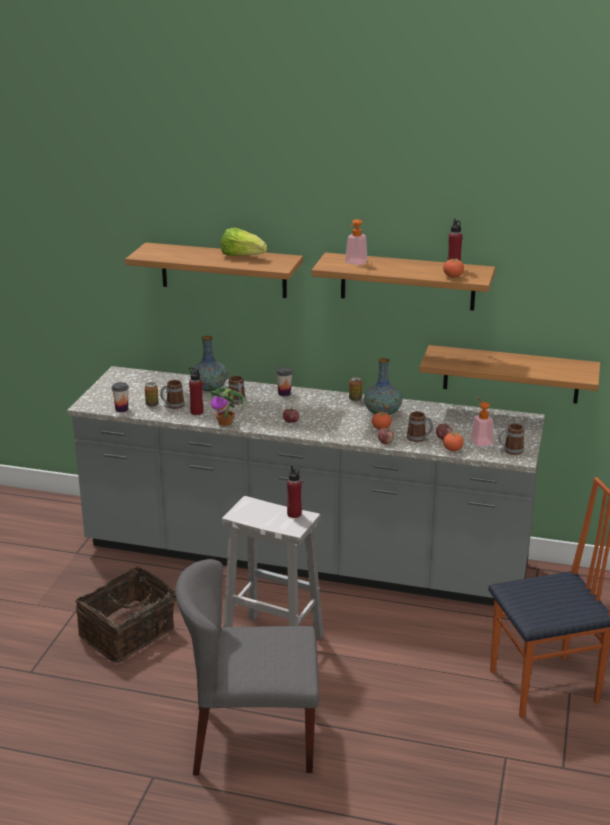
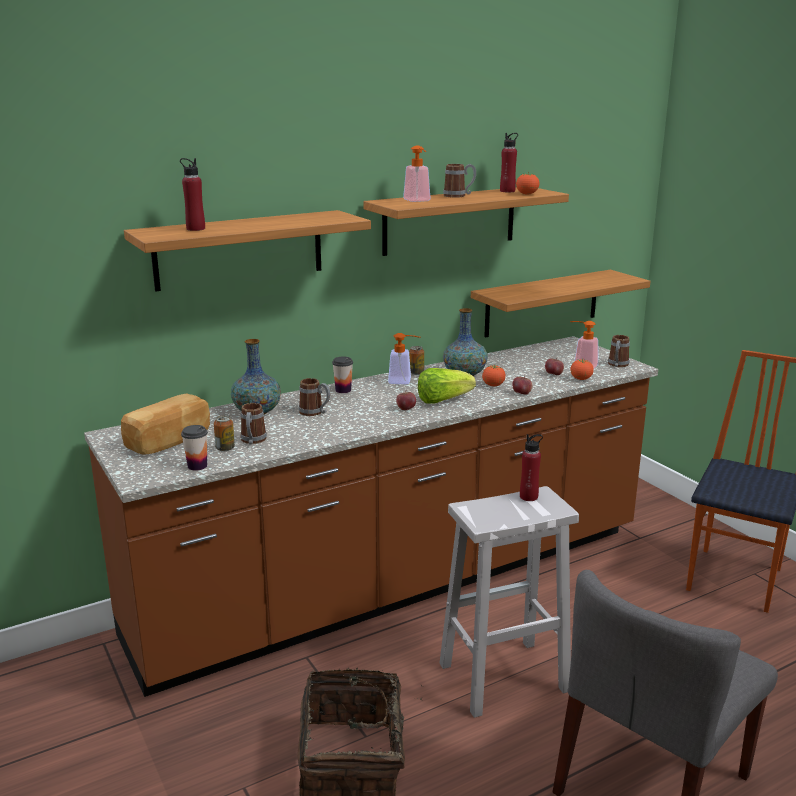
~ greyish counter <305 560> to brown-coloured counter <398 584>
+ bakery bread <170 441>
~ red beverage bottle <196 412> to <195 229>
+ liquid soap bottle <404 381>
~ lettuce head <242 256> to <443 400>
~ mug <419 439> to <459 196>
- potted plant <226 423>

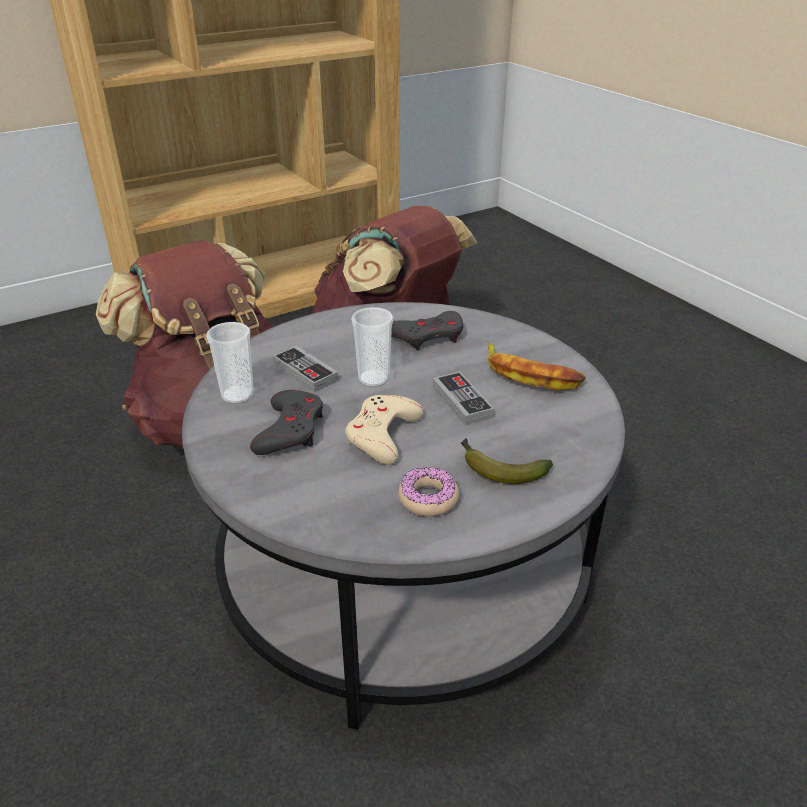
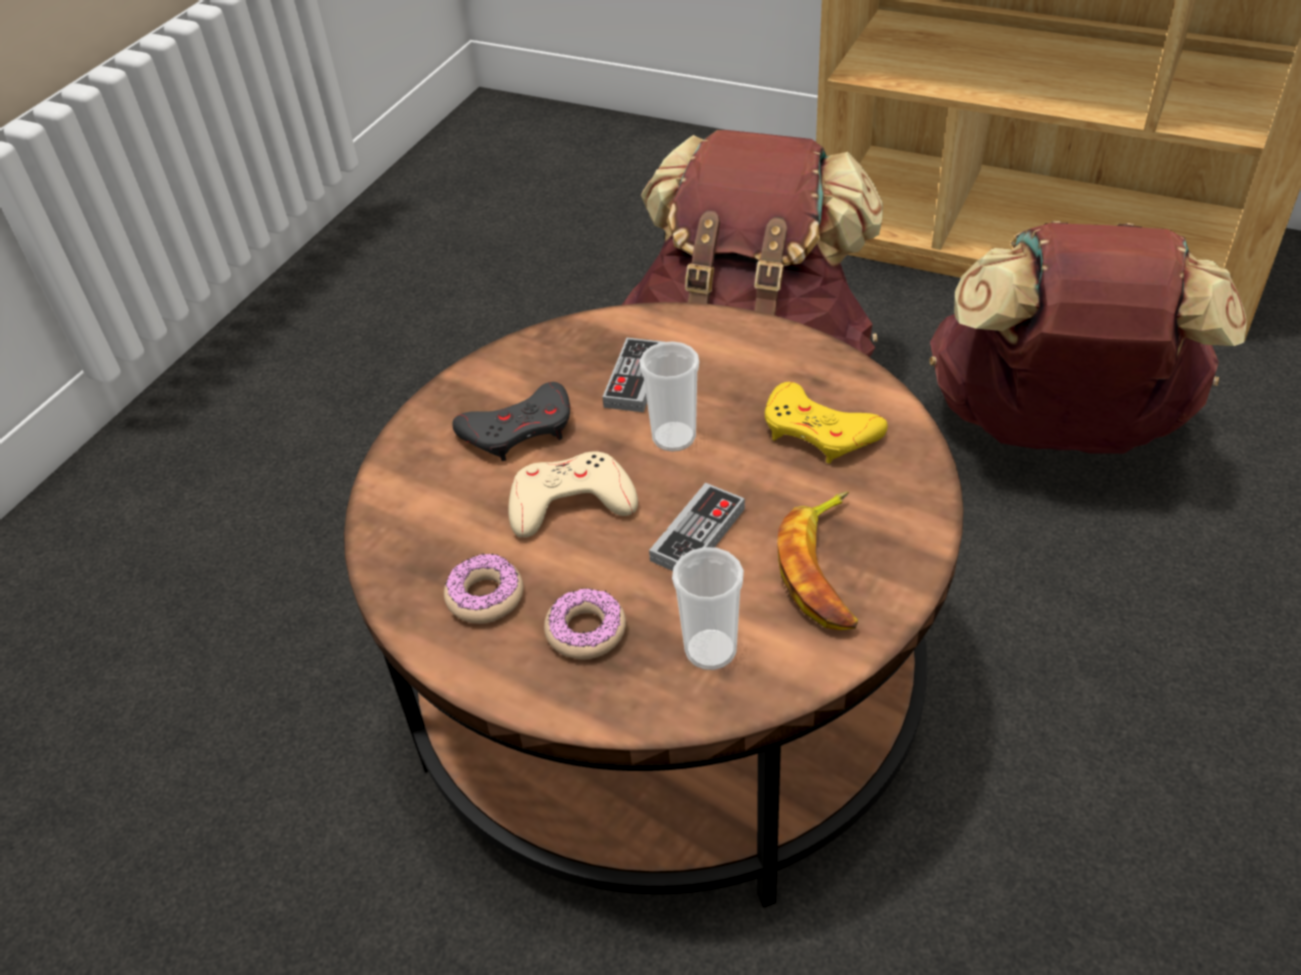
~ greyish low table <403 568> to brown-coloured low table <667 685>
~ banana fruit <498 469> to donut <586 631>
~ cup <237 395> to <710 650>
~ greyish game controller <428 336> to yellow game controller <819 431>

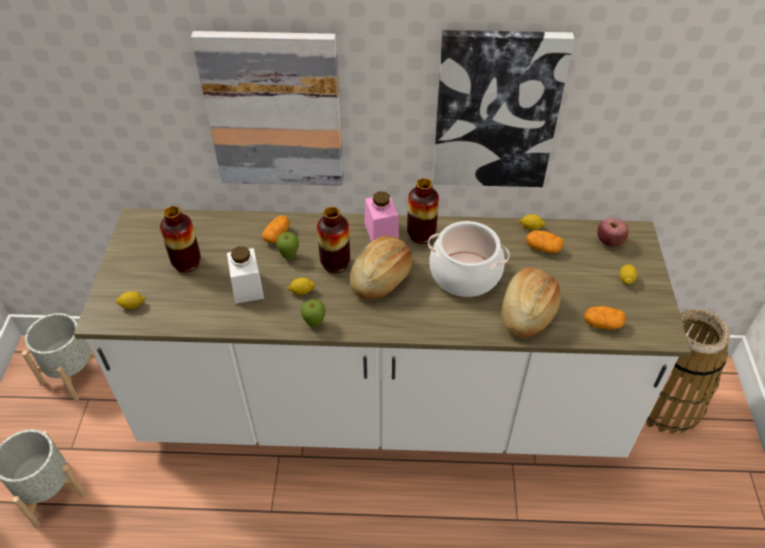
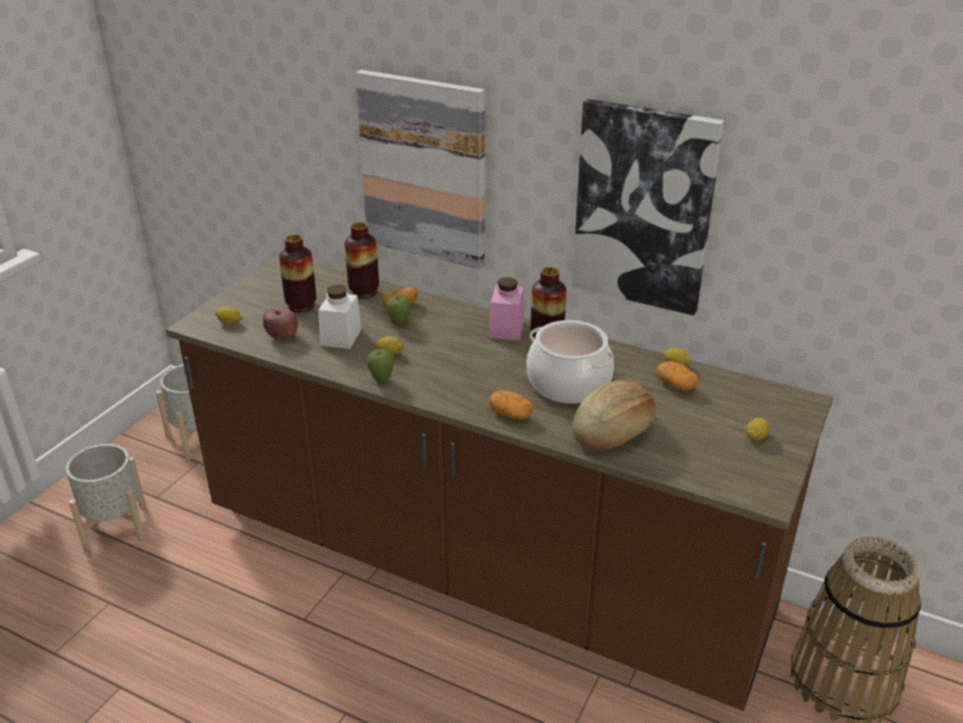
~ whitish counter <382 407> to brown-coloured counter <481 566>
~ whole apple <609 242> to <282 336>
~ decorative vase <335 264> to <364 292>
~ spud <602 324> to <510 414>
- bakery bread <381 277>

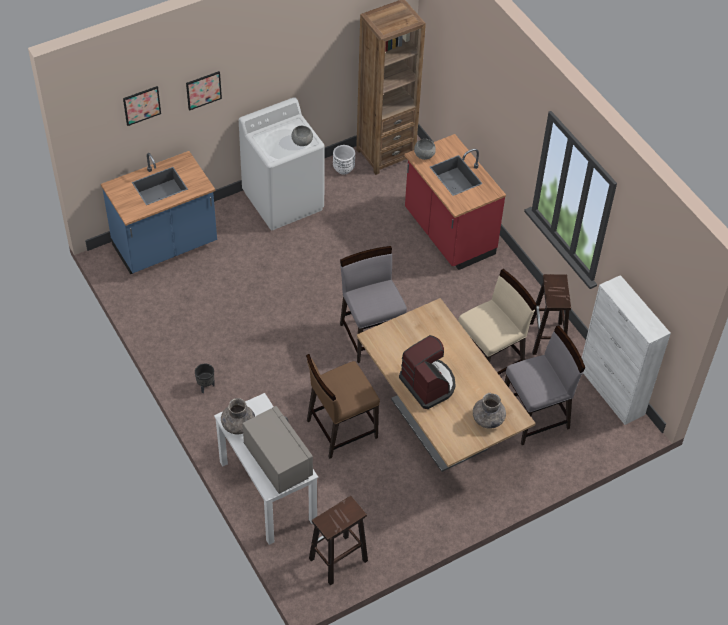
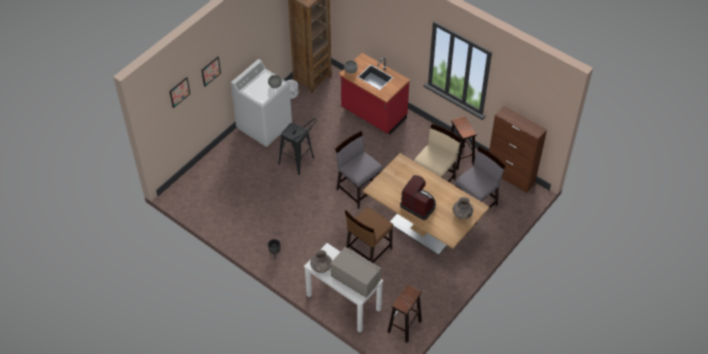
+ black-coloured stool seat <299 162>
~ whitish storage cabinet <611 391> to brown-coloured storage cabinet <510 176>
- blue-coloured counter <165 246>

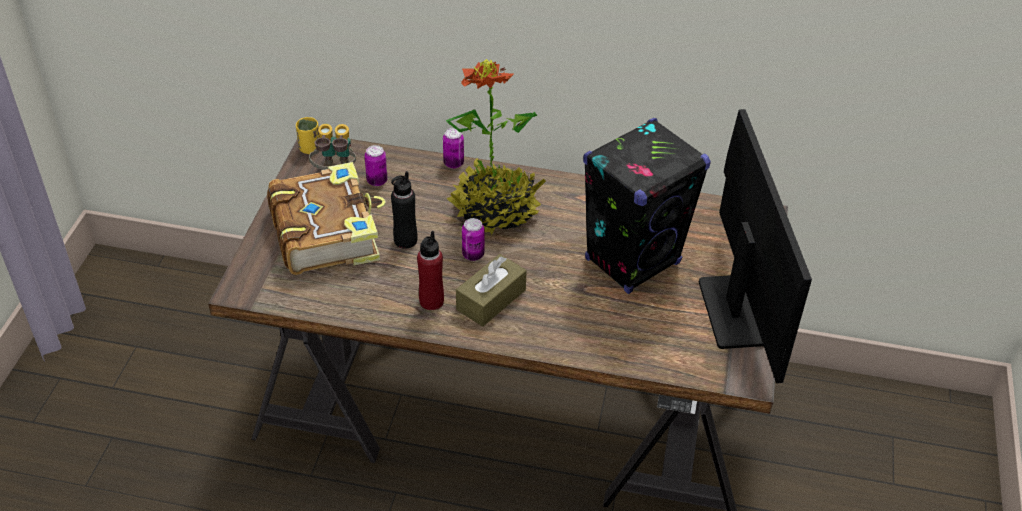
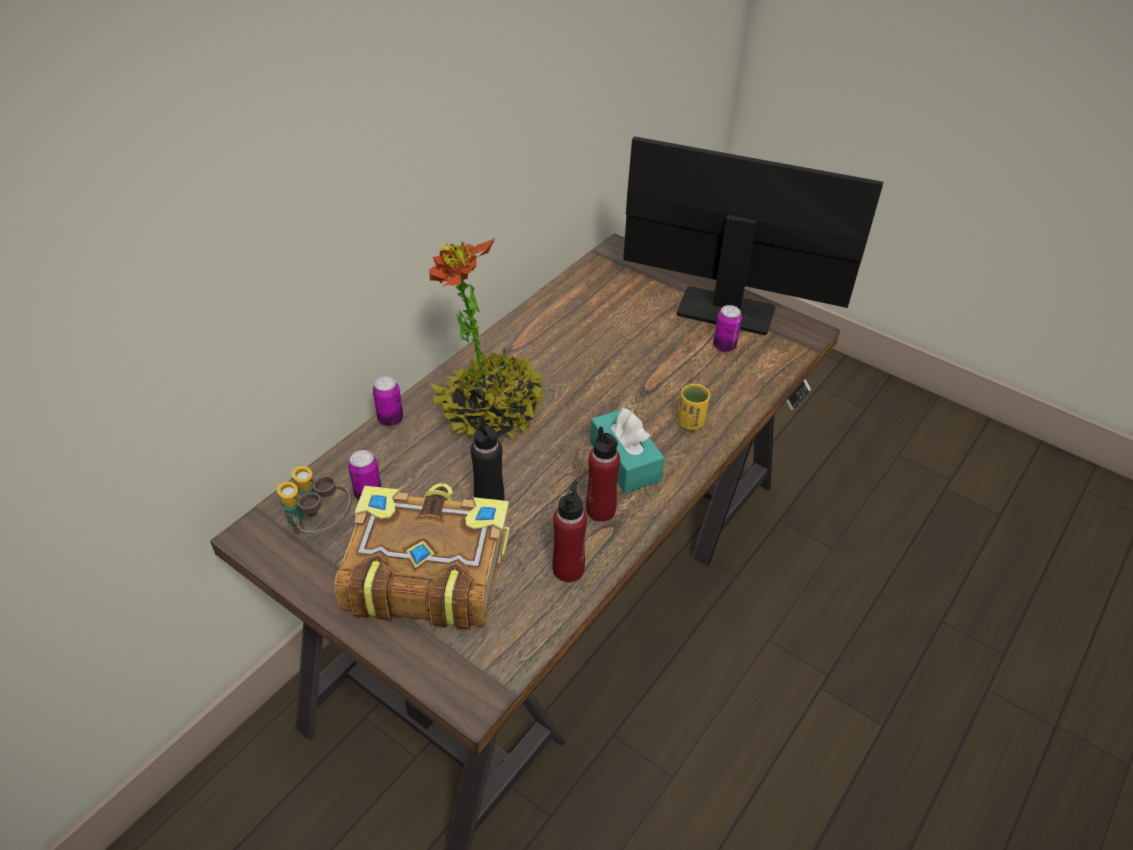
+ red beverage bottle <568 569>
~ brown-coloured box of tissues <491 299> to blue-green box of tissues <625 461>
~ yellow cup <310 149> to <690 422>
~ can <473 255> to <724 346>
- black-coloured audio speaker <633 261>

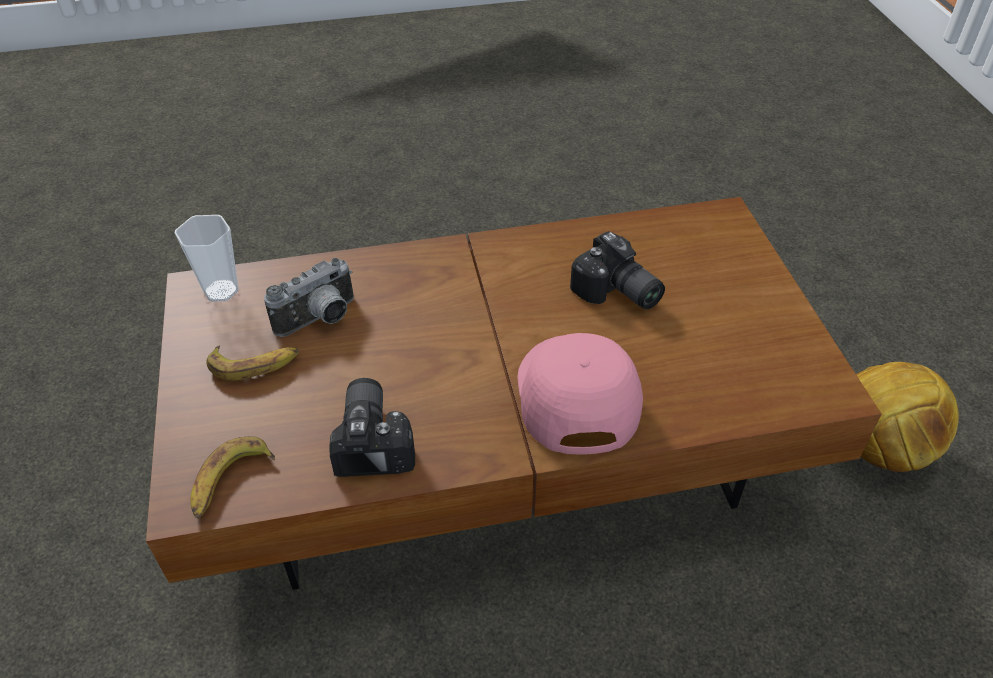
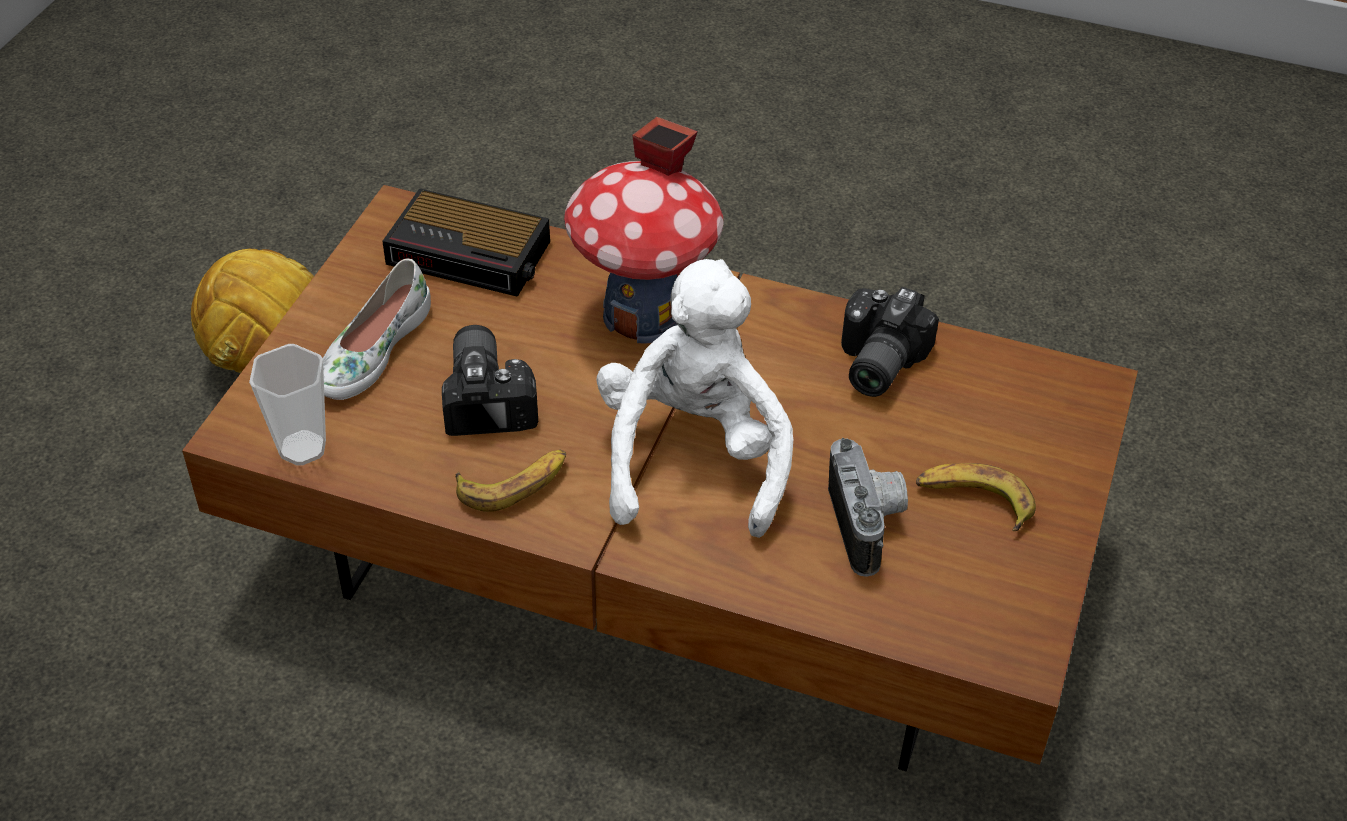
~ cup <221 291> to <302 448>
+ whitish shoe <372 350>
+ alarm clock <472 253>
~ banana fruit <230 482> to <514 484>
~ pink baseball cap <575 395> to toy house <643 315>
+ whitish soft toy <693 457>
~ photo camera <320 320> = <868 525> 90 degrees clockwise

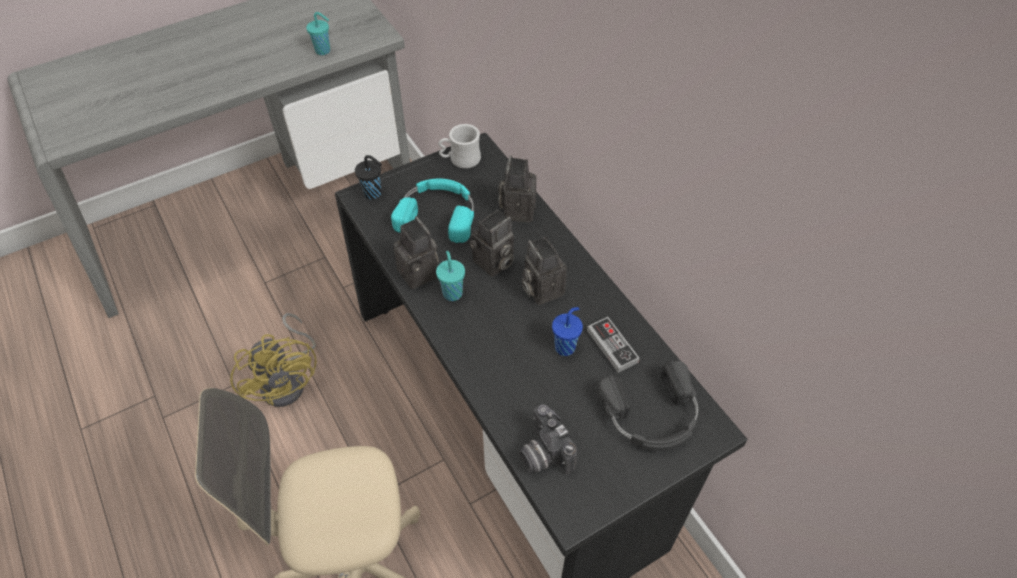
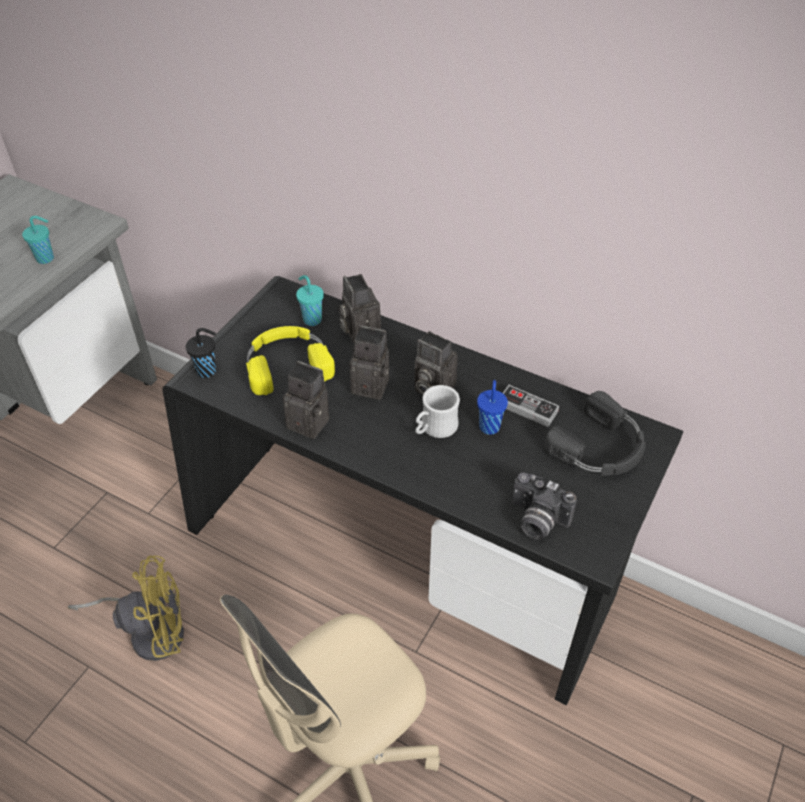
~ yellow cooling fan <289 380> = <150 631> 45 degrees counterclockwise
~ blue-green pair of headphones <438 213> to yellow pair of headphones <287 363>
~ blue-green cup <452 292> to <311 319>
~ photo camera <493 263> = <373 385> 90 degrees counterclockwise
~ whitish mug <460 159> to <434 428>

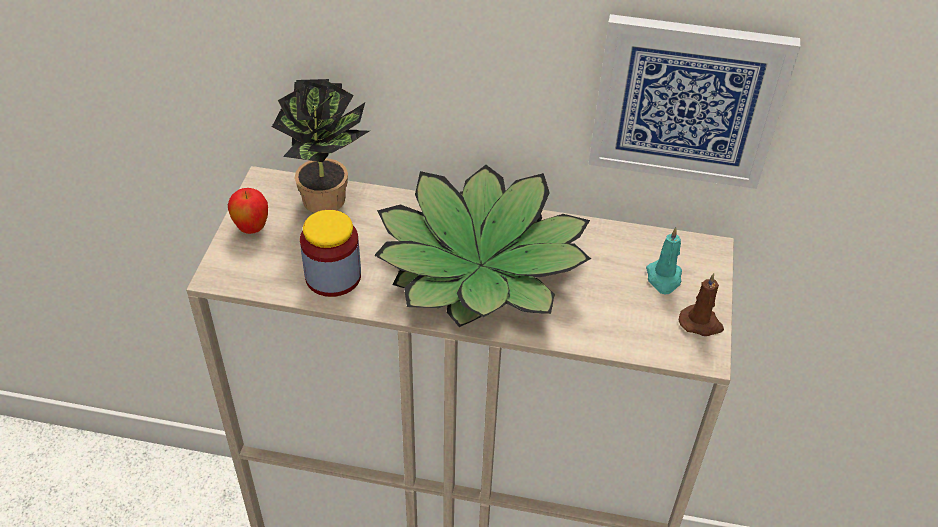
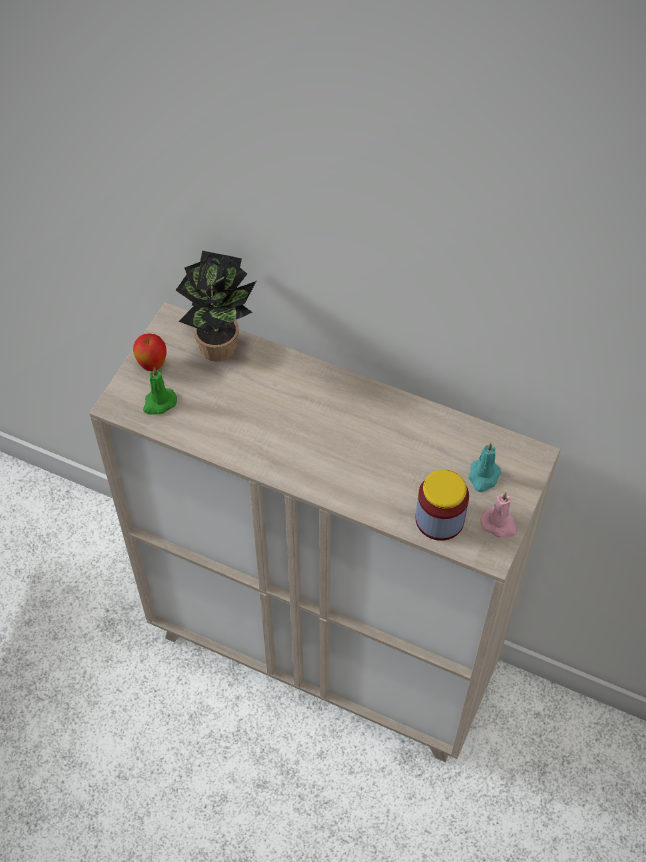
+ greenish wax candle <159 403>
~ storage jar <333 276> to <439 519>
~ brown-coloured wax candle <701 323> to pink wax candle <499 524>
- potted plant <481 266>
- picture <687 101>

